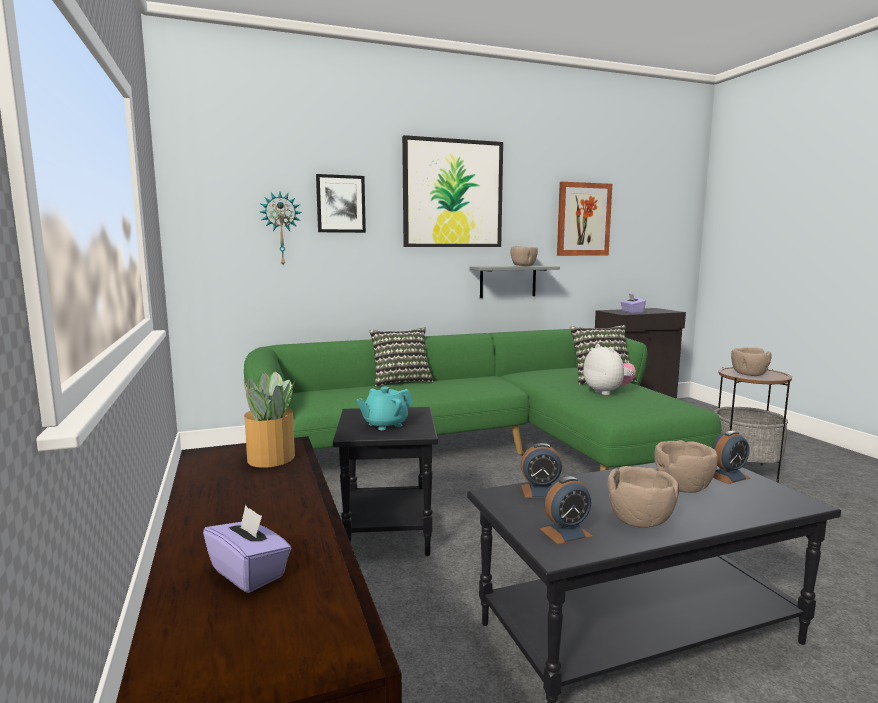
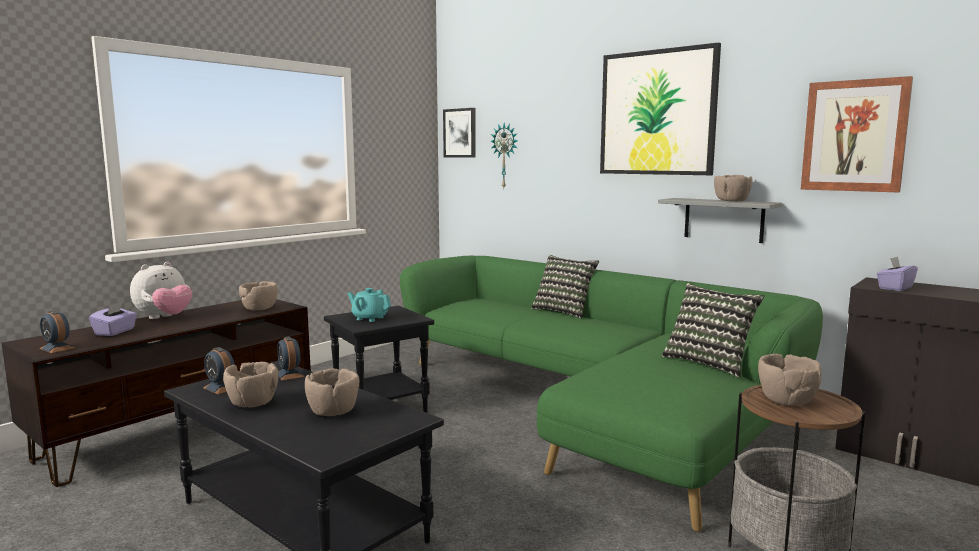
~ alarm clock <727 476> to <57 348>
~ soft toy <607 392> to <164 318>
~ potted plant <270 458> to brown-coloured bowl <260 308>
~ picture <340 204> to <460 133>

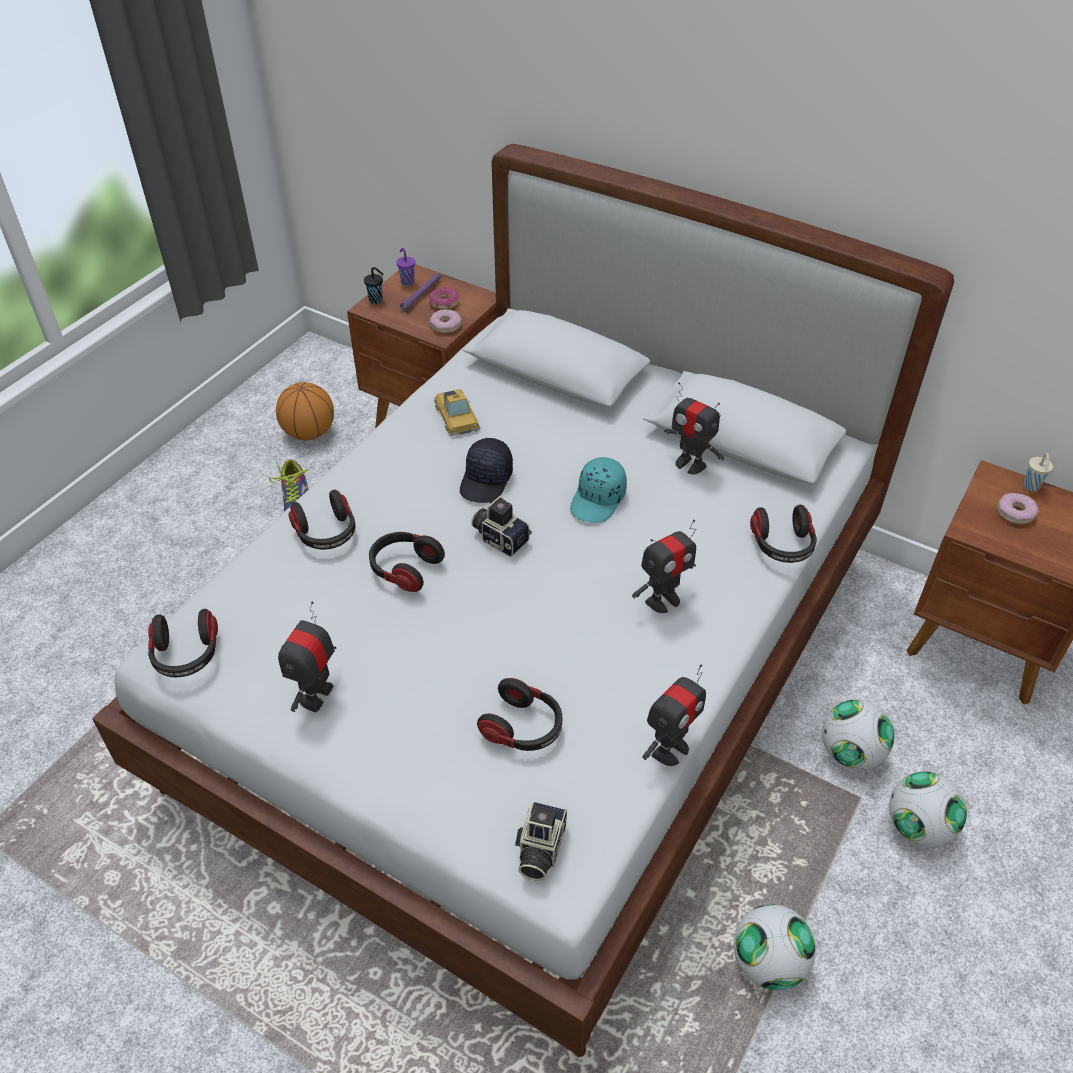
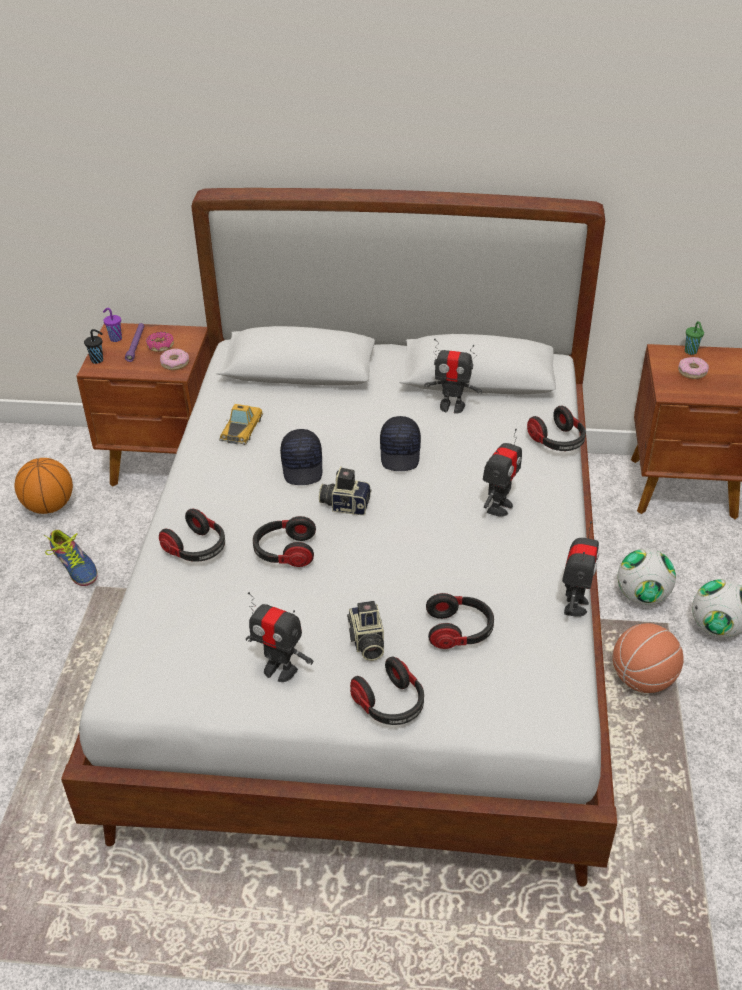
~ model car <457 417> = <242 428> 120 degrees counterclockwise
~ toy robot <316 695> = <280 669> 60 degrees counterclockwise
~ photo camera <539 849> to <366 642>
~ pair of headphones <186 655> to <390 705>
~ blue-green baseball cap <598 500> to black-coloured baseball cap <401 453>
+ basketball <643 679>
~ sand-coloured cup <1031 487> to greenish cup <691 352>
- football ball <768 962>

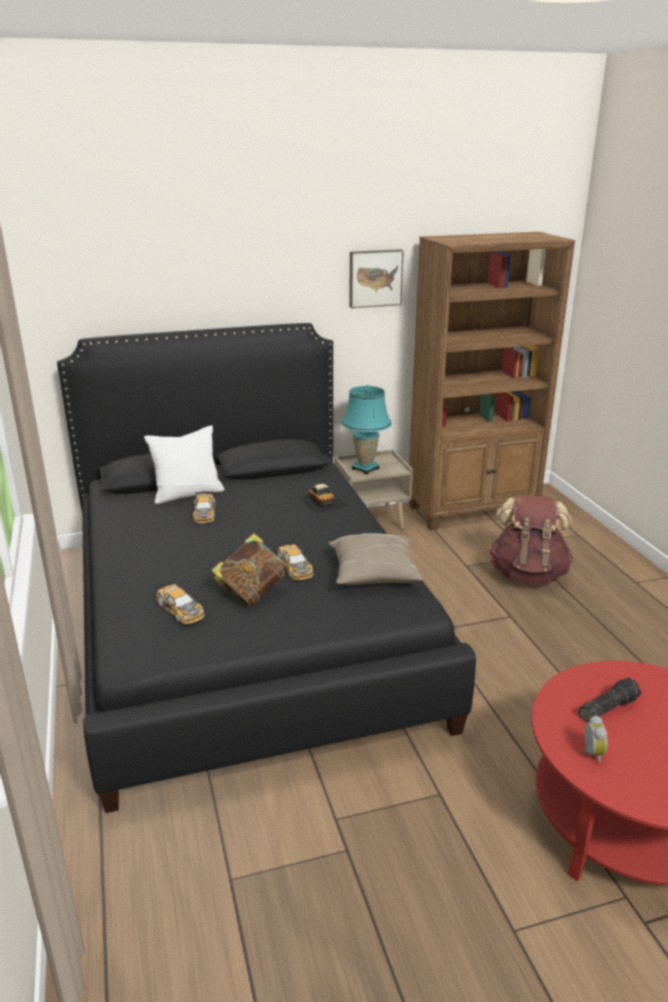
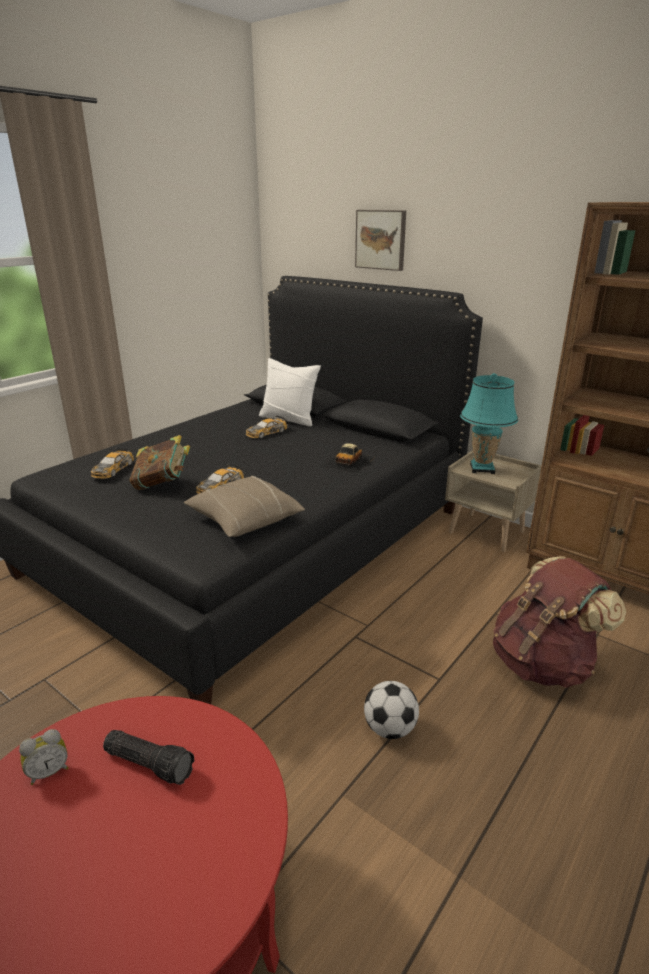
~ picture <375 278> to <381 239>
+ football ball <390 728>

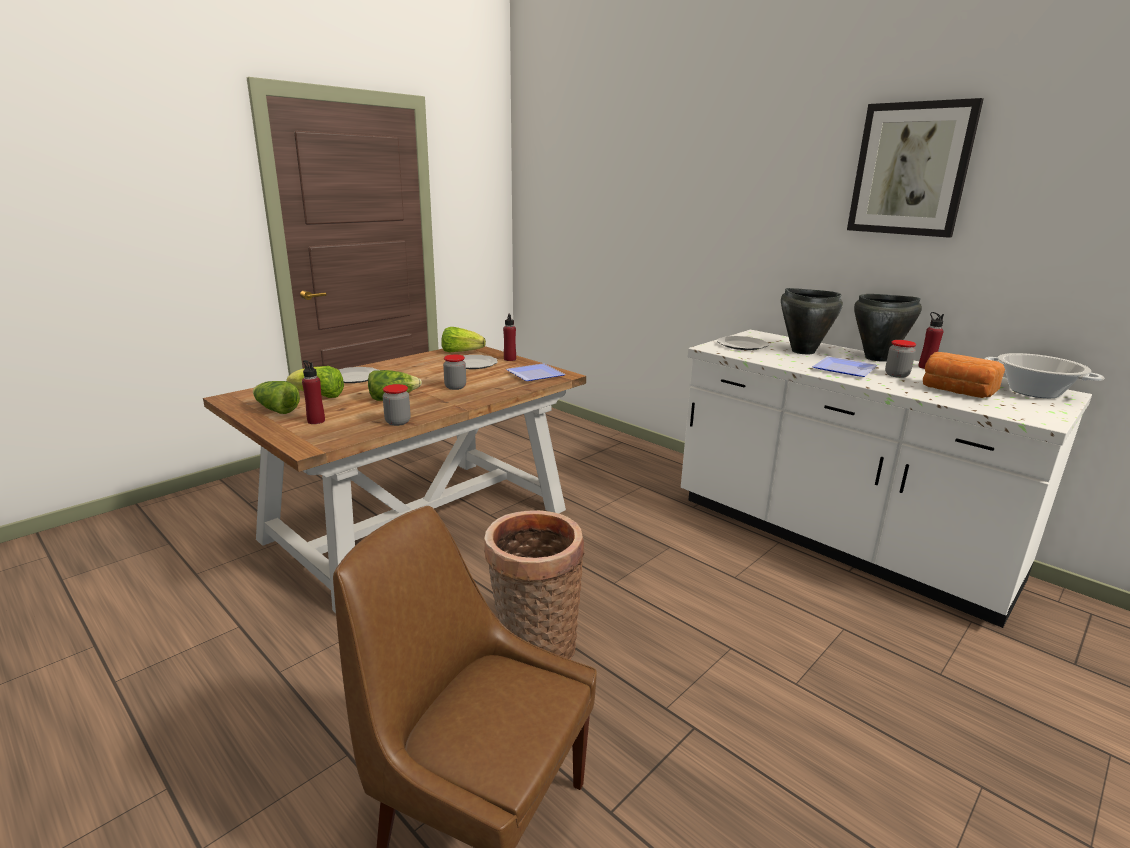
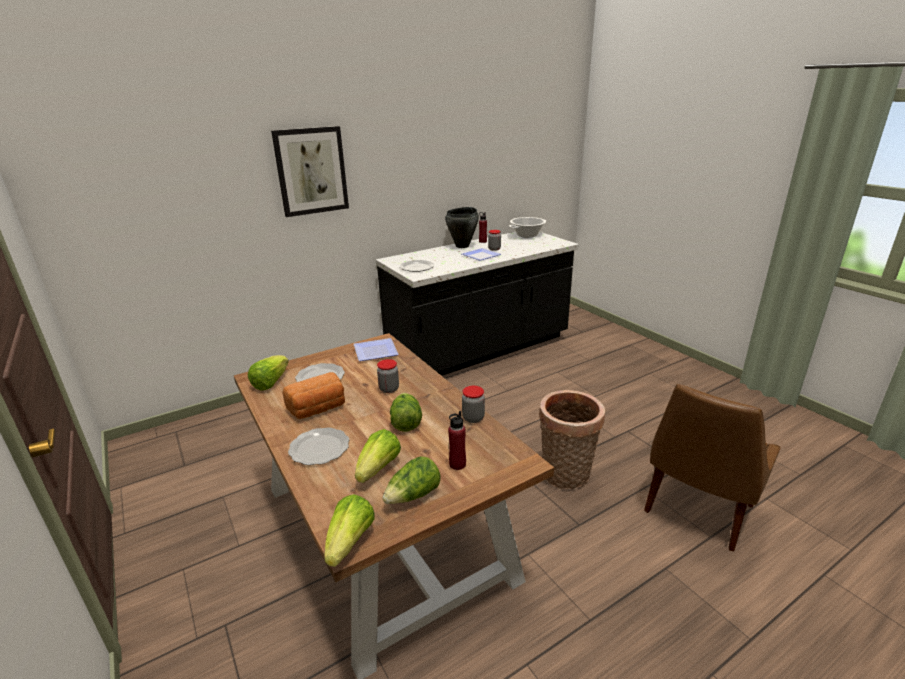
~ picture <911 169> to <311 171>
~ bakery bread <956 392> to <318 409>
+ lettuce head <350 542>
~ whitish counter <836 540> to black-coloured counter <480 351>
- red beverage bottle <509 359>
- black-coloured cooking pot <802 351>

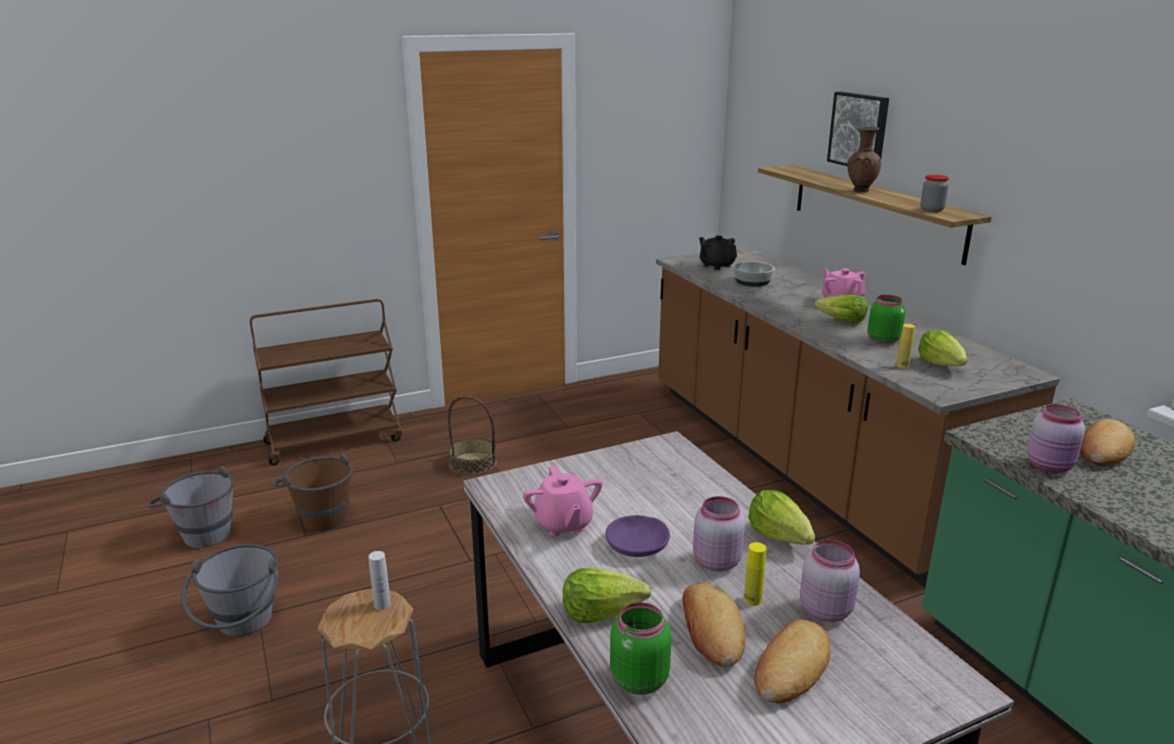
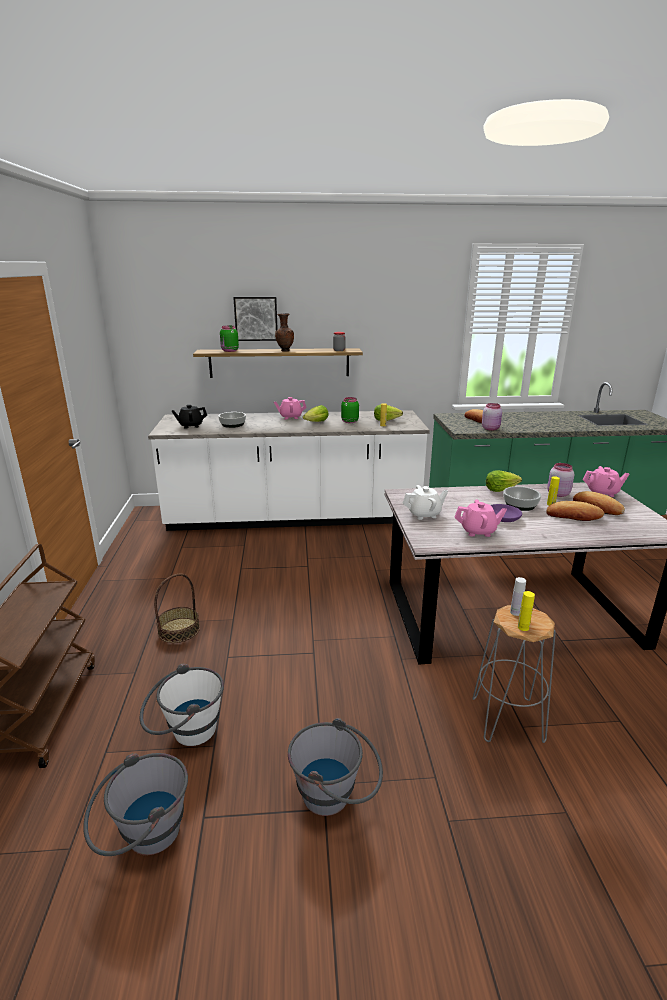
~ brown-coloured water bucket <319 515> to whitish water bucket <186 733>
~ brown-coloured counter <802 463> to whitish counter <293 517>
~ greenish storage jar <637 680> to <229 351>
+ whitish teapot <424 514>
~ pink storage jar <715 561> to bowl <520 505>
+ yellow beverage bottle <523 627>
+ pink teapot <602 493>
- lettuce head <601 612>

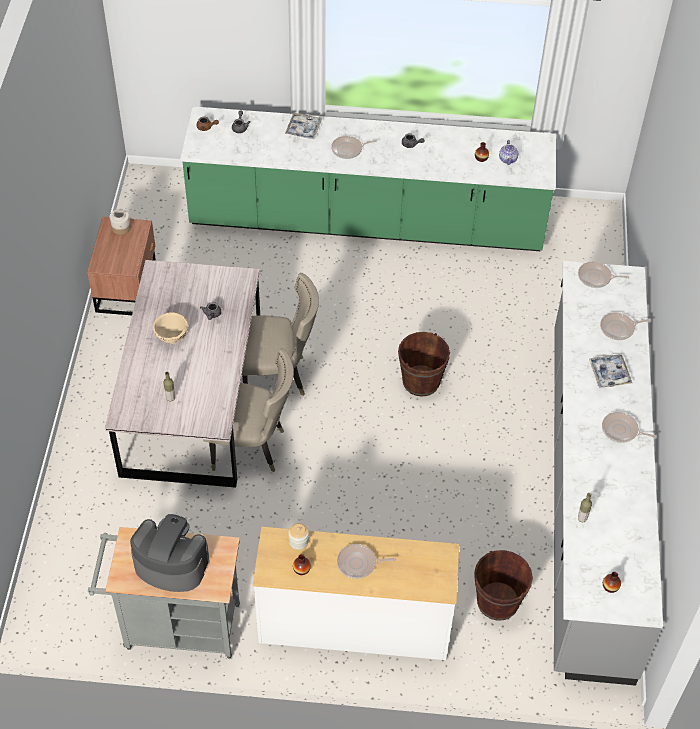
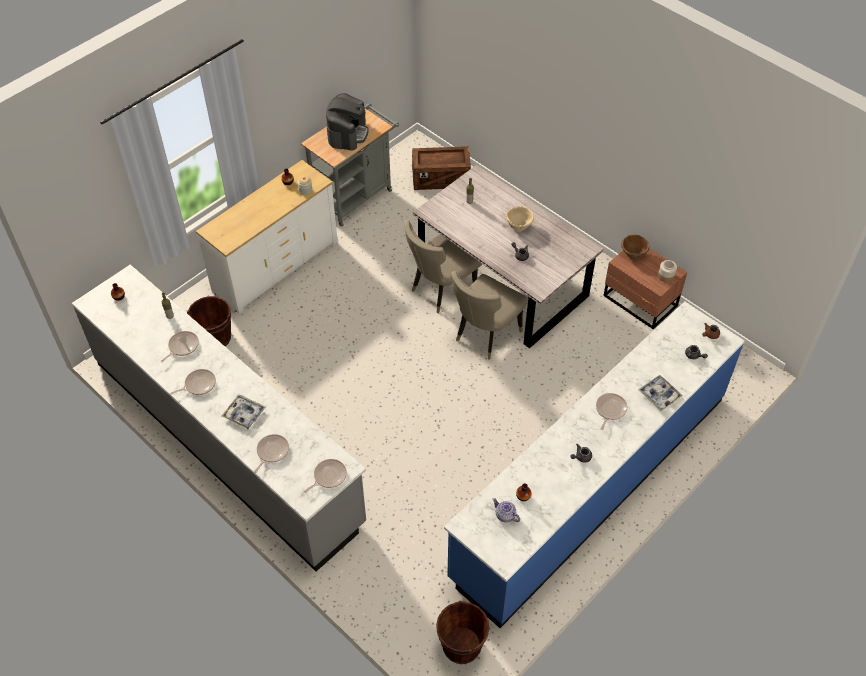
~ pan <359 563> to <182 346>
~ coffee maker <171 564> = <347 133> 45 degrees counterclockwise
+ packing crate <441 179>
~ brown-coloured water bucket <421 381> to <461 646>
~ greenish counter <367 222> to blue-coloured counter <590 485>
+ brown-coloured bowl <633 254>

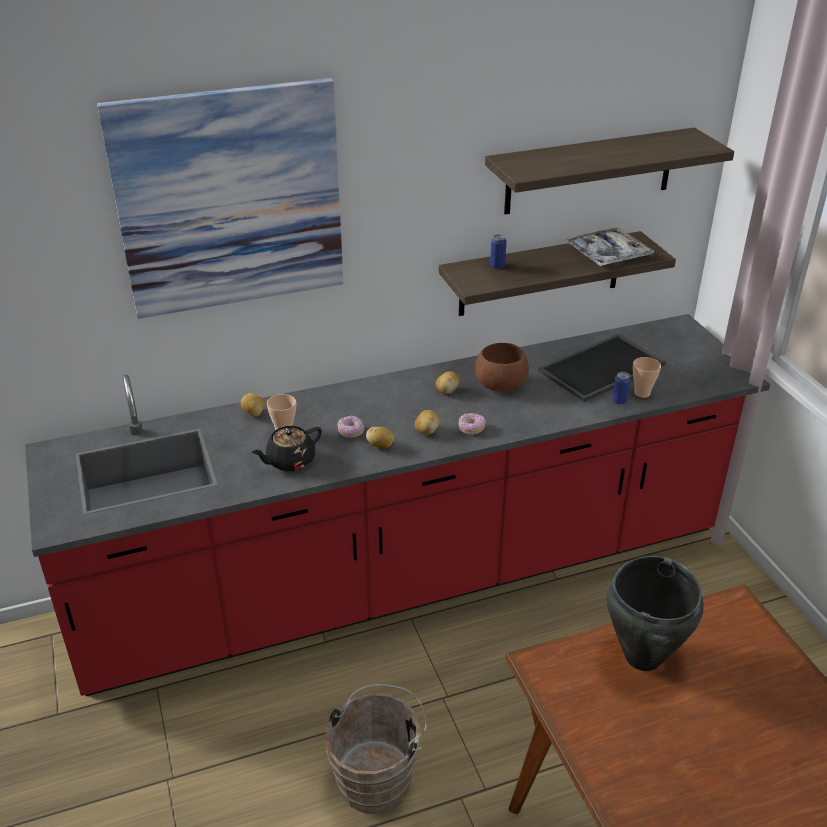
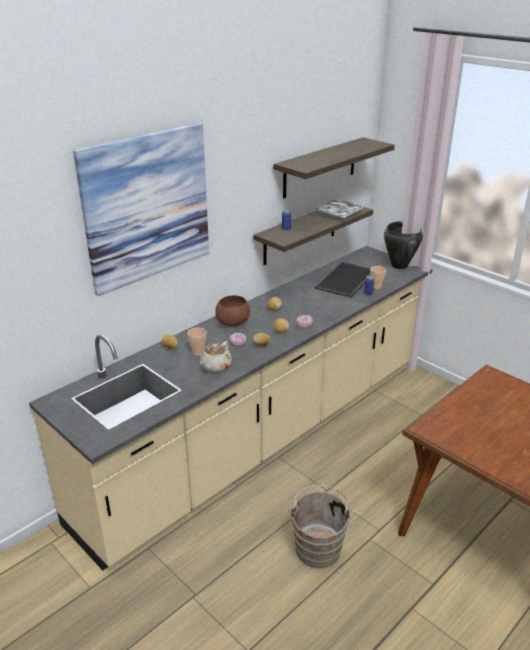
~ red counter <413 578> to sand-coloured counter <265 436>
~ black-coloured teapot <289 461> to sand-coloured teapot <215 366>
~ brown-coloured bowl <500 384> to <232 322>
~ black-coloured cooking pot <642 657> to <399 266>

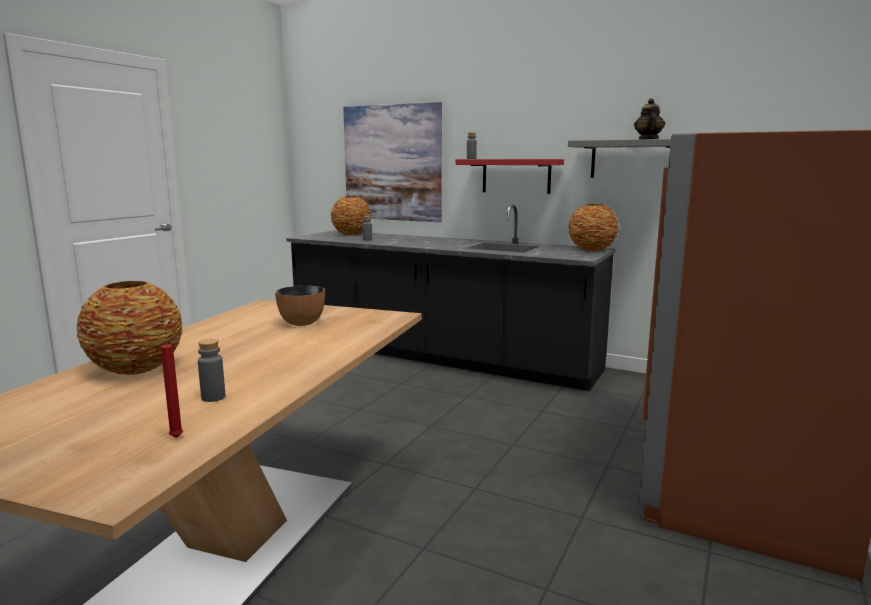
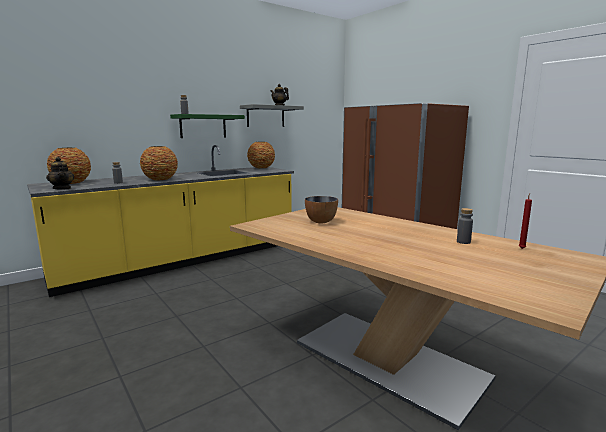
~ black-coloured counter <440 356> to yellow counter <183 261>
+ teapot <62 188>
~ decorative vase <136 369> to <160 179>
~ red shelf <516 176> to greenish shelf <203 126>
- picture <392 163>

